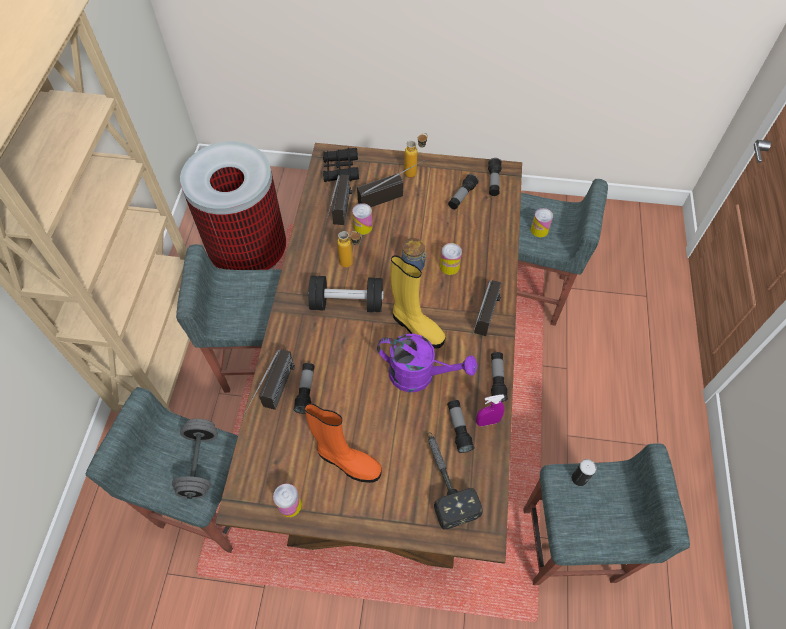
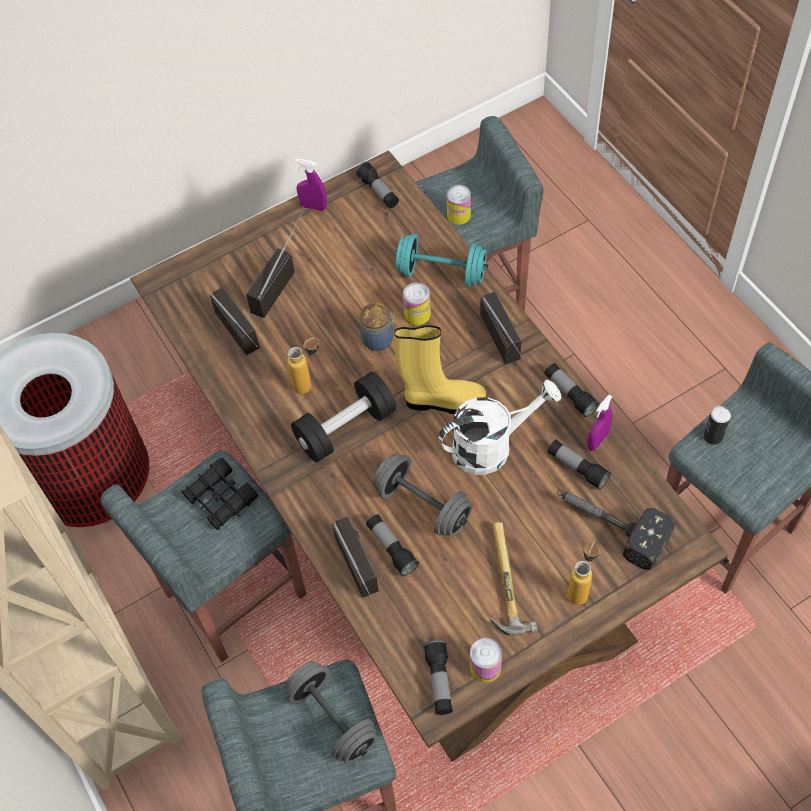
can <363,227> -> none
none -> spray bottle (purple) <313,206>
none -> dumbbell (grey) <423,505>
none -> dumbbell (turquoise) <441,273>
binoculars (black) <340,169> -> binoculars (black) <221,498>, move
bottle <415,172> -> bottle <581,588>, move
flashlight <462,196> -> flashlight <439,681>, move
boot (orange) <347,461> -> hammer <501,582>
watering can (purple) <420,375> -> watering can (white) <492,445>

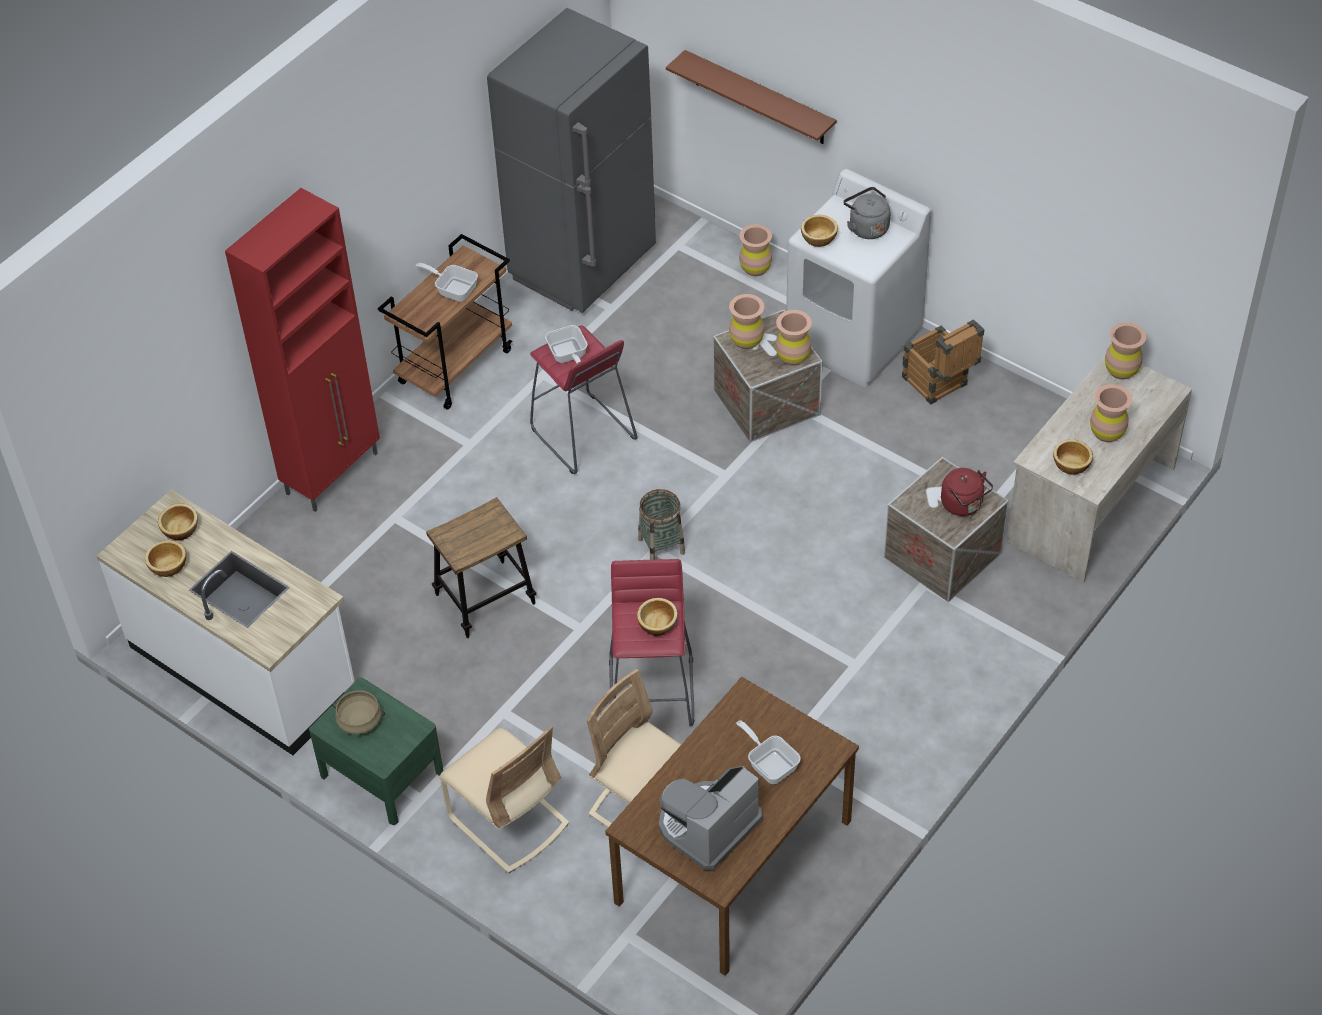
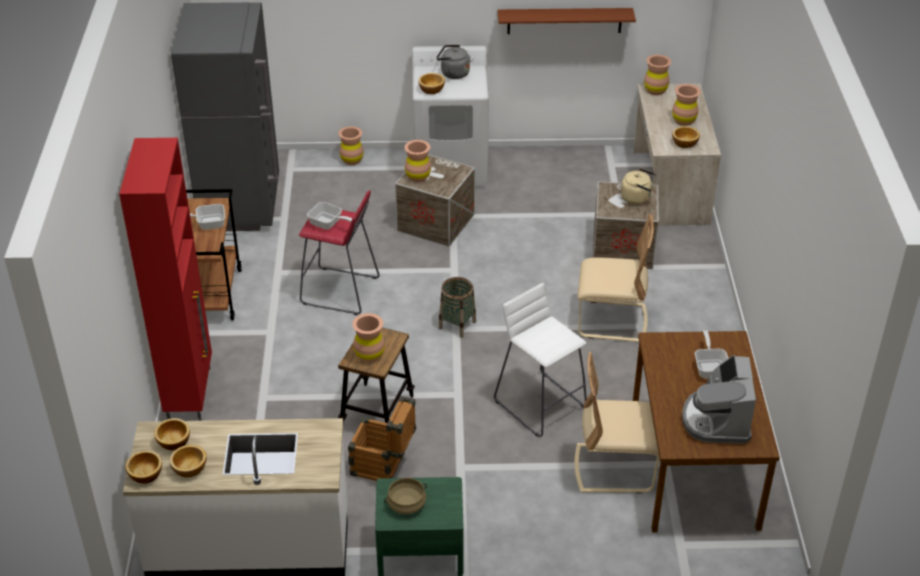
chair (beige) <508,821> -> chair (beige) <611,321>, move
bowl <657,624> -> bowl <145,474>, move
shelf (brown) <759,98> -> shelf (brown) <564,20>, move
vase (brown) <793,356> -> vase (brown) <369,355>, move
crate <939,386> -> crate <384,467>, move
stool (red) <652,691> -> stool (white) <540,403>
kettle (red) <964,505> -> kettle (beige) <637,198>
frying pan <770,763> -> frying pan <710,367>, 75 degrees clockwise

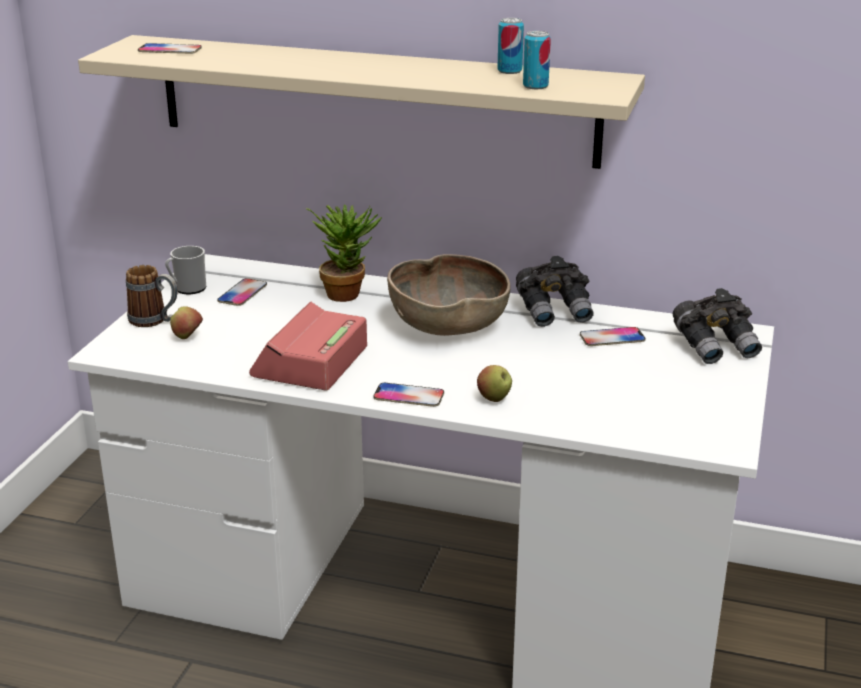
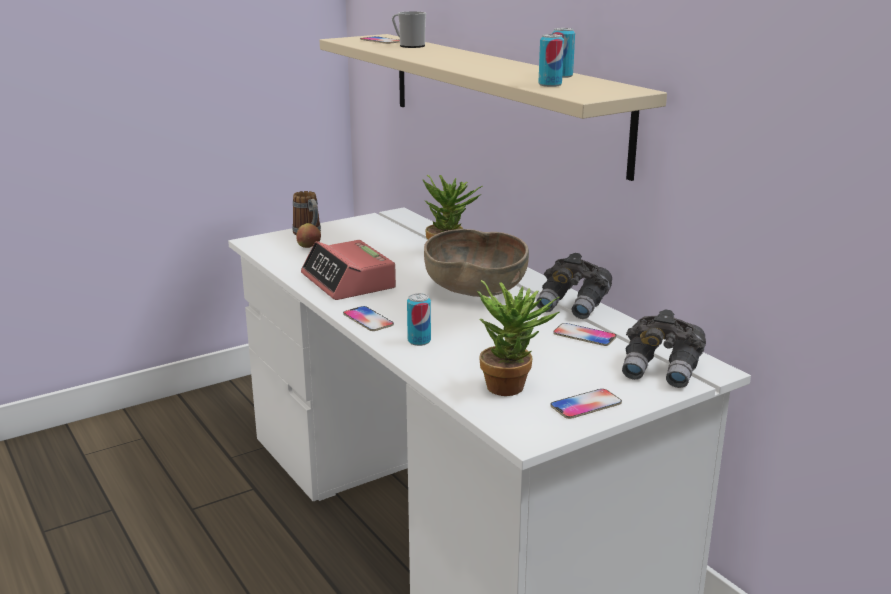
none -> potted plant <513,386>
mug <187,289> -> mug <409,46>, move
phone <242,293> -> phone <586,405>, move
apple <494,399> -> can <419,341>
alarm clock <310,362> -> alarm clock <348,282>, 90 degrees counterclockwise

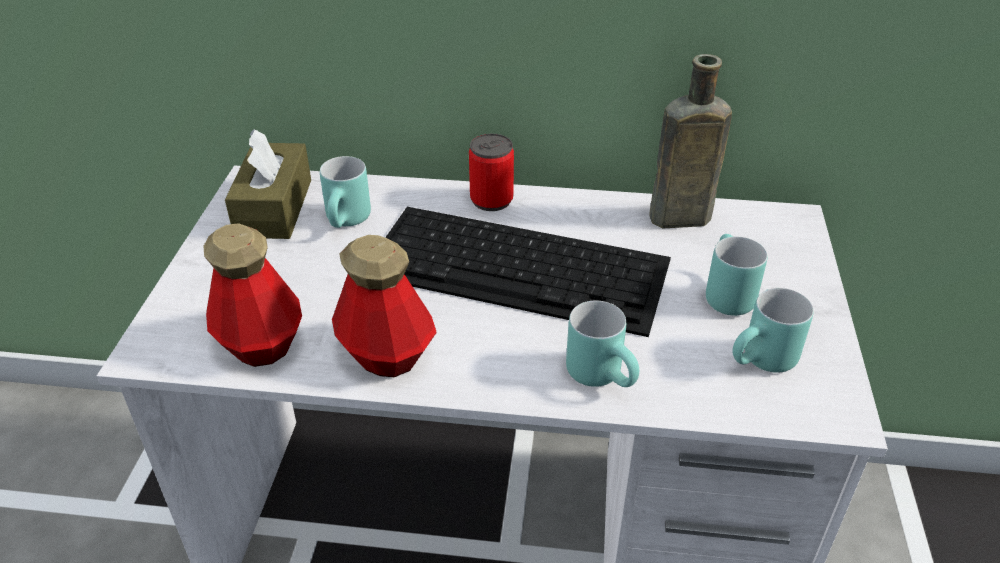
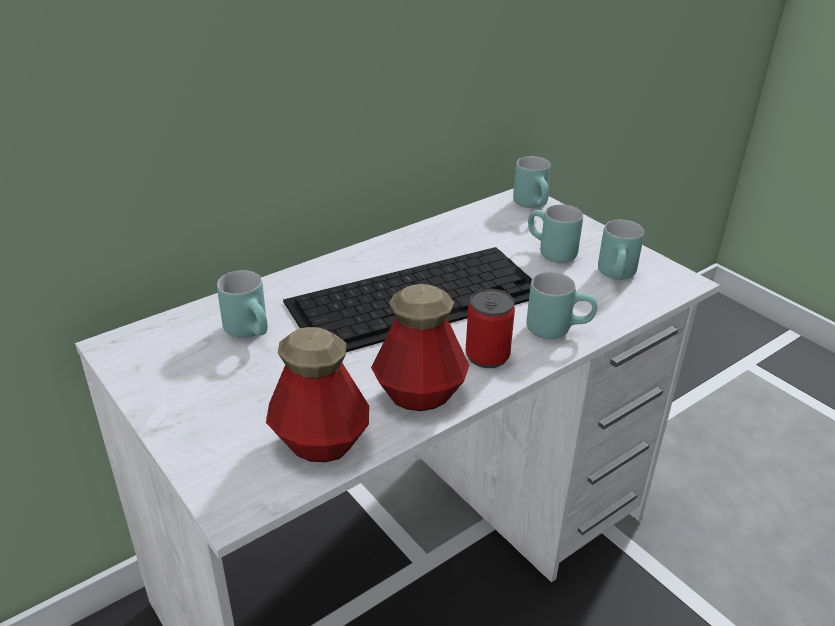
tissue box (brown) <274,208> -> none
bottle (brown) <675,218> -> none
none -> mug (turquoise) <534,205>
can <491,200> -> can <487,356>, move

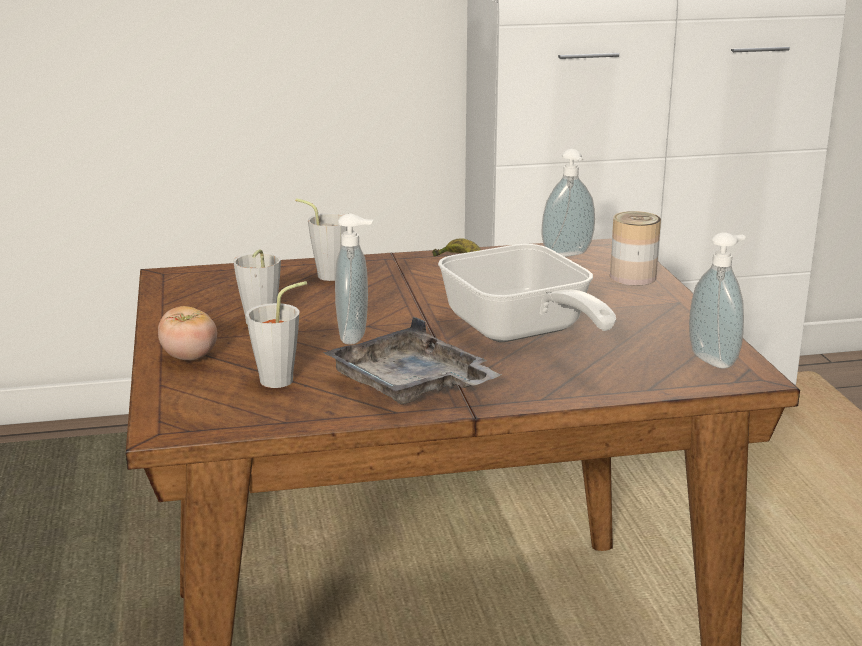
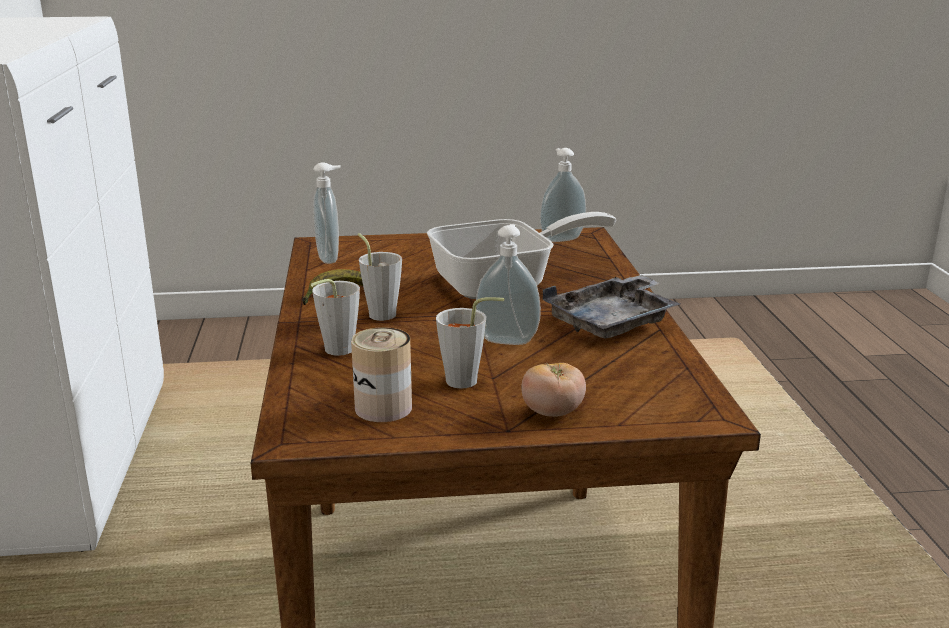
cup (grey) <284,378> -> cup (grey) <380,313>, move
can <632,277> -> can <383,408>, move

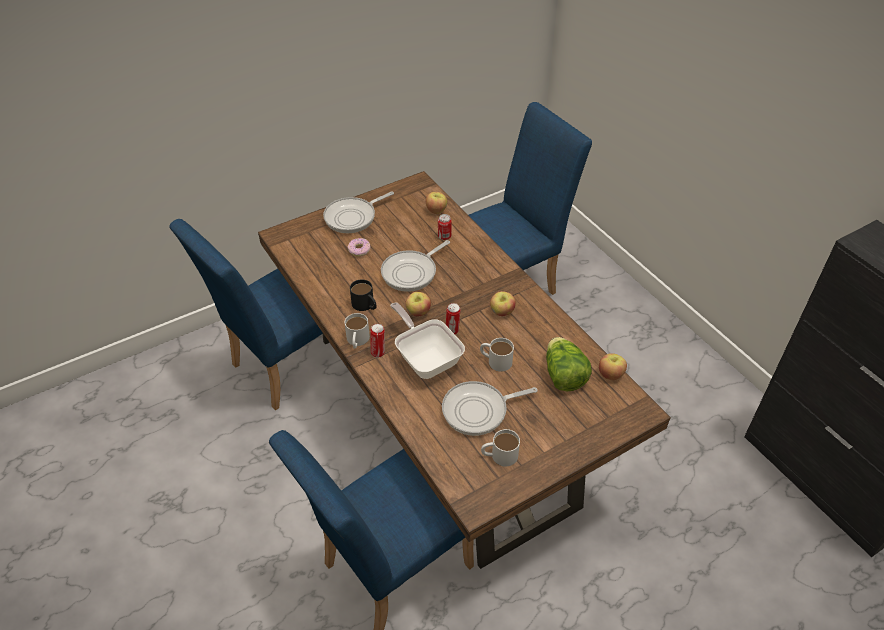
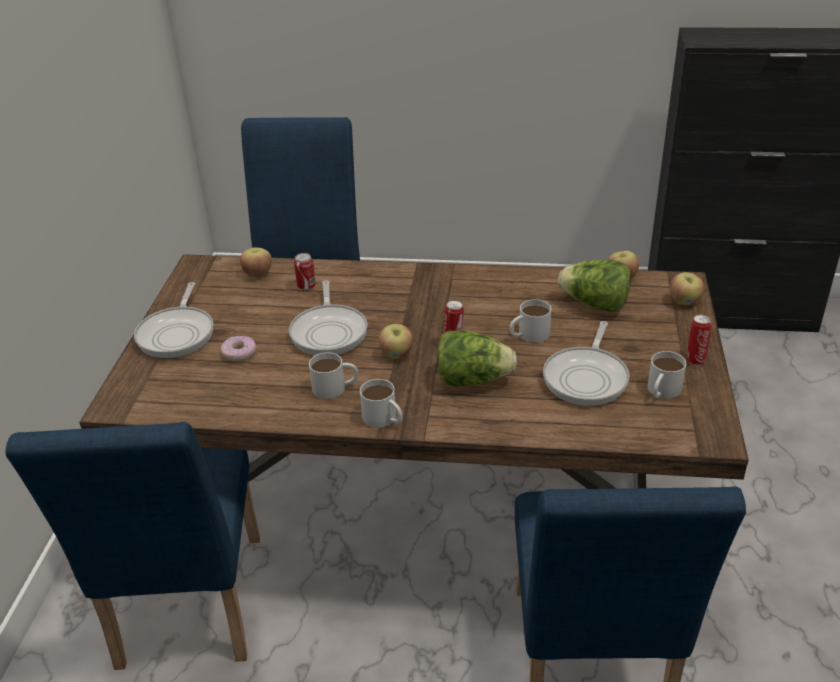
can <378,352> -> can <695,359>, move
apple <502,312> -> apple <684,301>, move
frying pan <426,358> -> lettuce <472,380>
mug (black) <365,305> -> mug (white) <335,387>

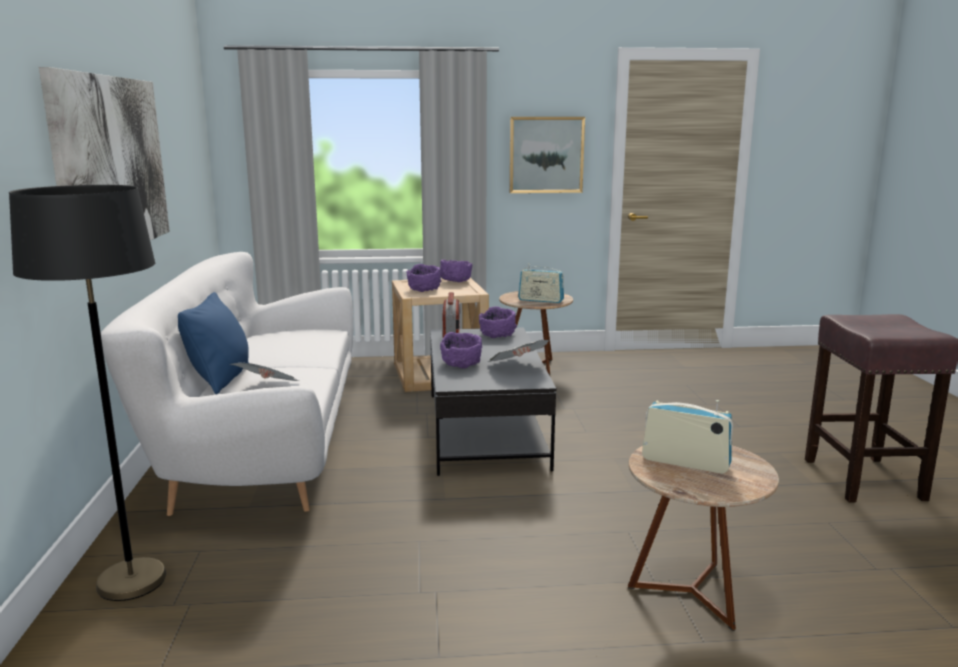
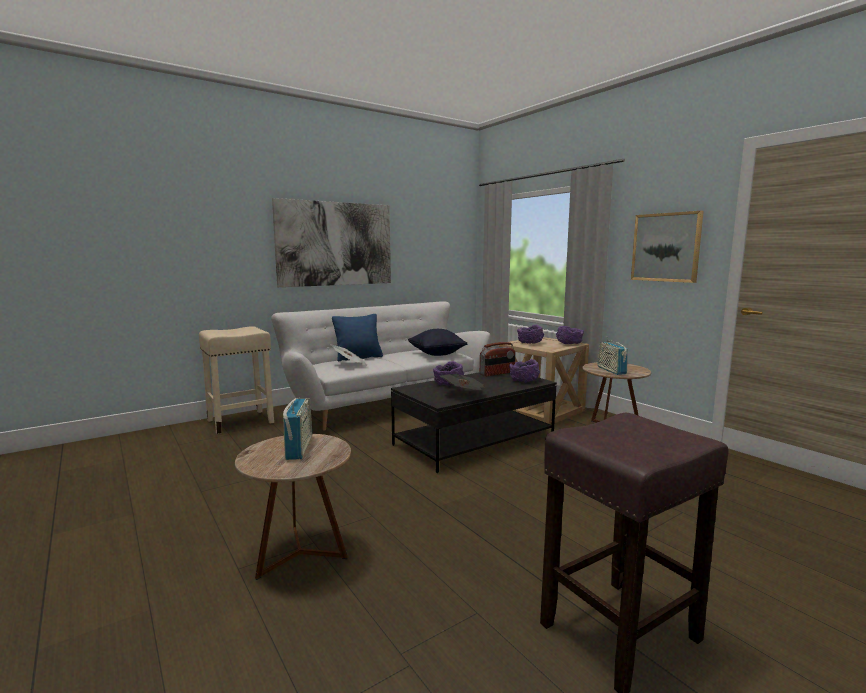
none -> pillow (black) <437,354>
floor lamp (black) <131,581> -> stool (beige) <241,421>

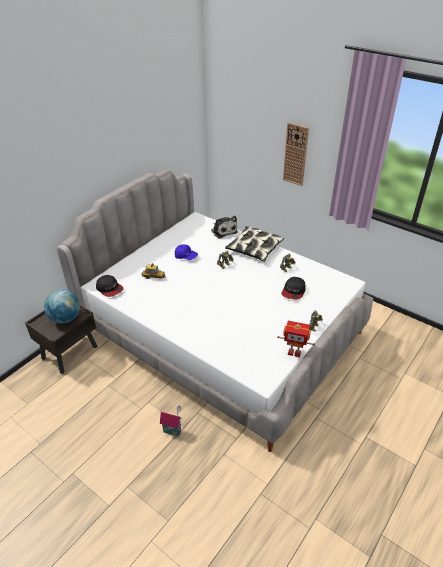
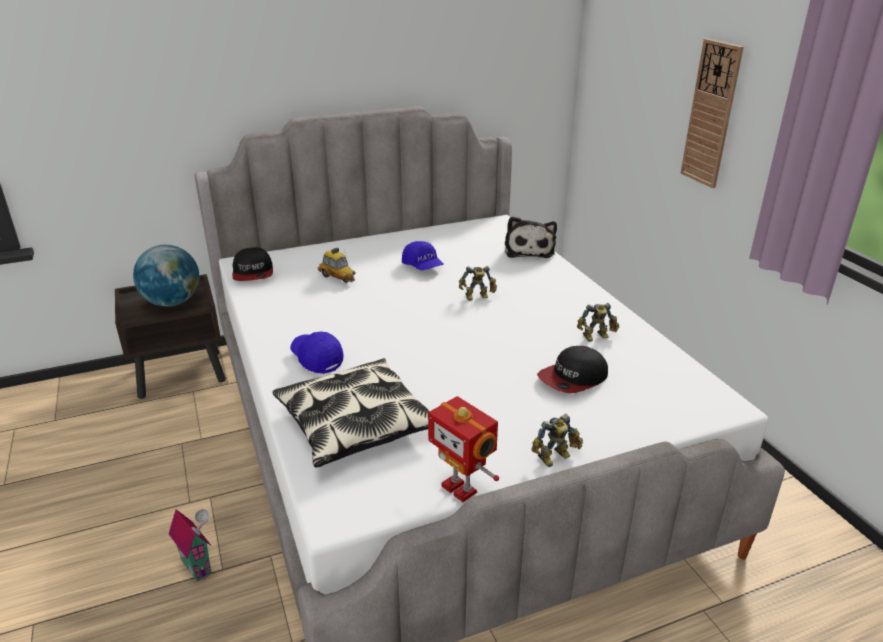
none -> cap (blue) <316,359>
pillow <254,248> -> pillow <354,423>, move

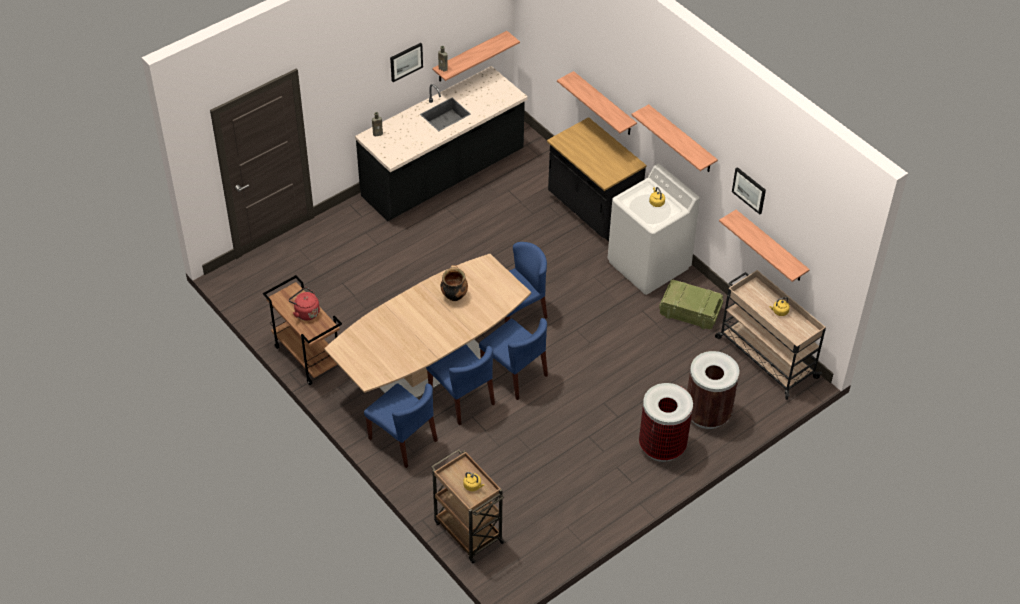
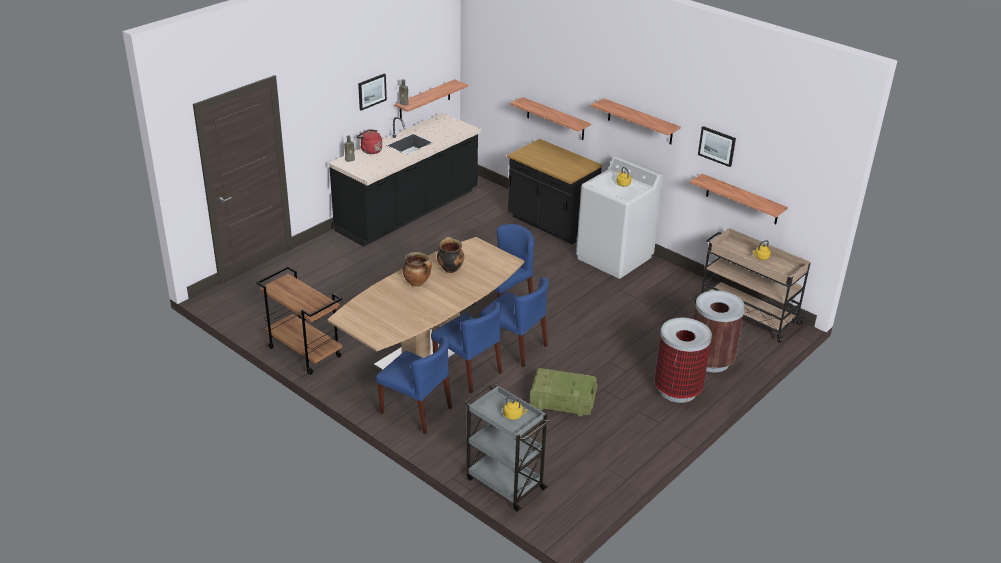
none -> cooking pot <417,283>
kettle (red) <305,312> -> kettle (red) <370,150>, move
crate <689,312> -> crate <561,401>, move
cart (brown) <467,531> -> cart (grey) <504,483>

